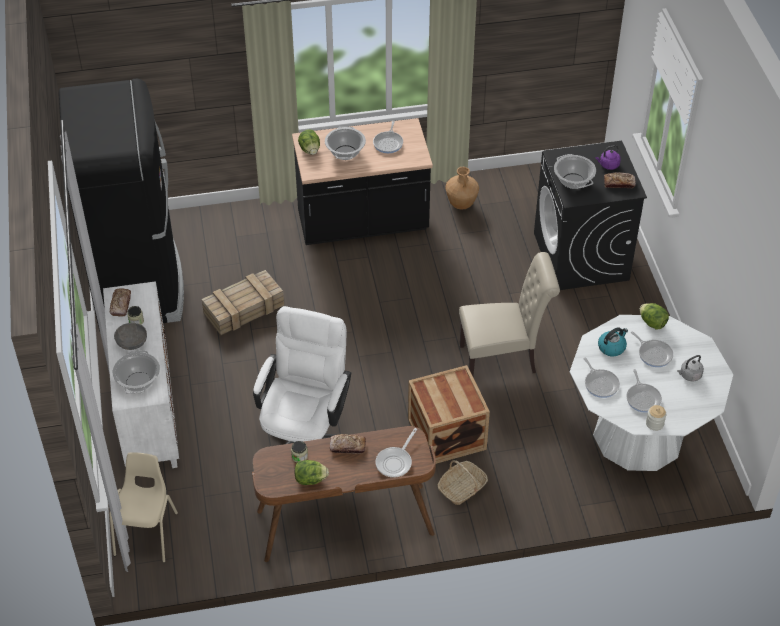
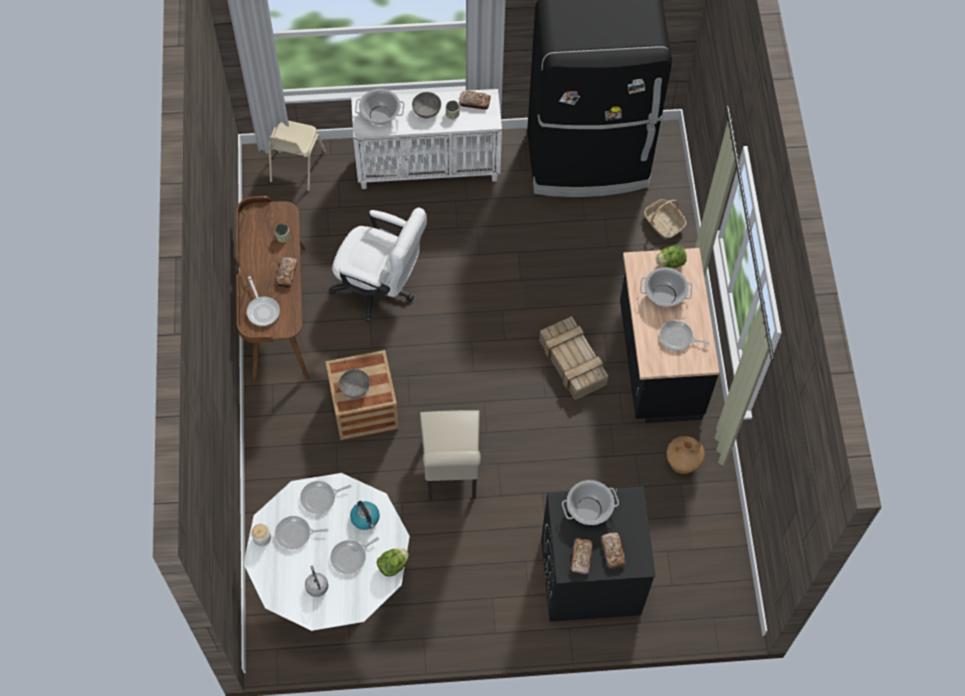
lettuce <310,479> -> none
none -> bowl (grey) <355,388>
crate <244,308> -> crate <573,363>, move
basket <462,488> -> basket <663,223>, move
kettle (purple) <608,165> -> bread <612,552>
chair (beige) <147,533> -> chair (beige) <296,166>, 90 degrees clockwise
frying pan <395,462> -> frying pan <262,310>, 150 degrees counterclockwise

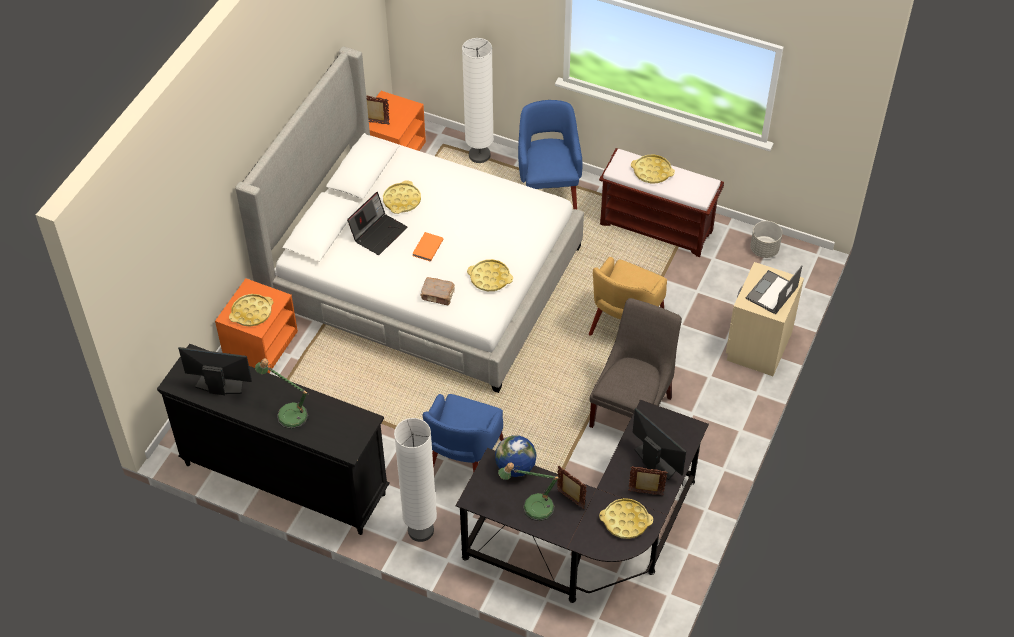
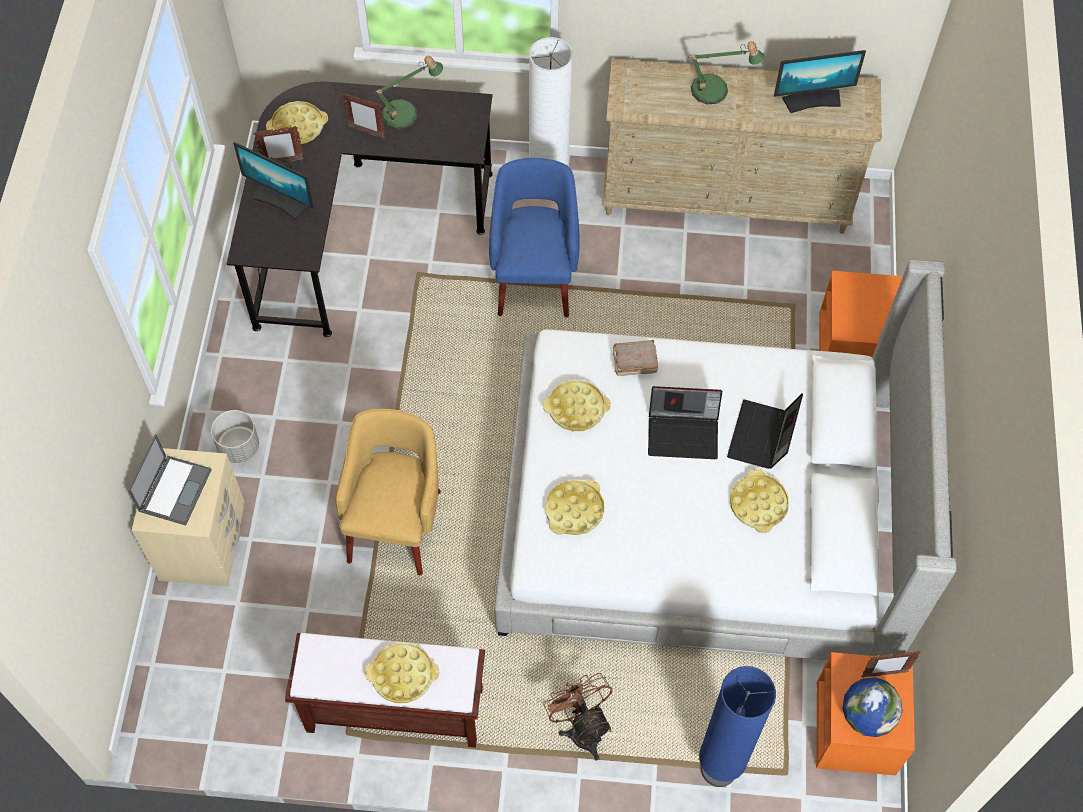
chair (grey) <633,408> -> none
tray (yellow) <252,313> -> tray (yellow) <574,510>, move
globe <515,467> -> globe <866,715>, move
planter (grey) <764,250> -> planter (grey) <238,447>, move
book (orange) <427,248> -> laptop <684,433>
armchair (blue) <548,192> -> fan (brown) <582,728>
dresser (black) <284,478> -> dresser (beige) <727,199>
floor lamp (white) <479,155> -> floor lamp (blue) <718,769>

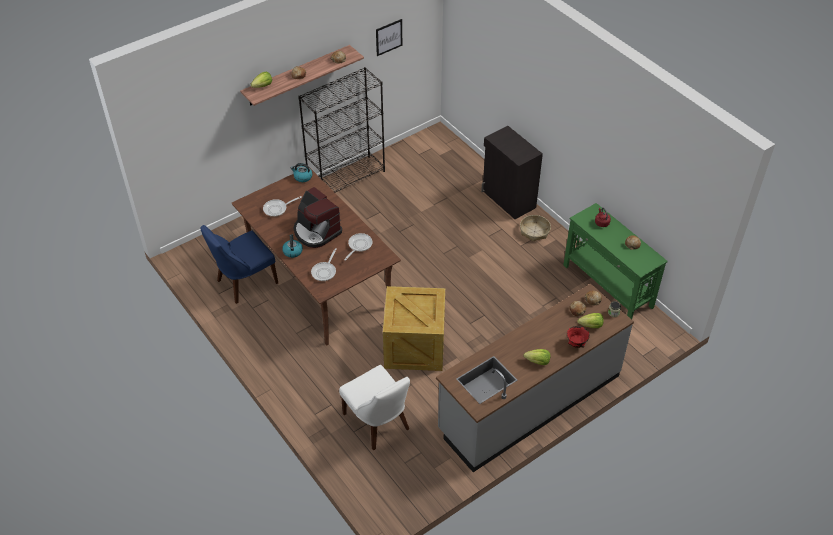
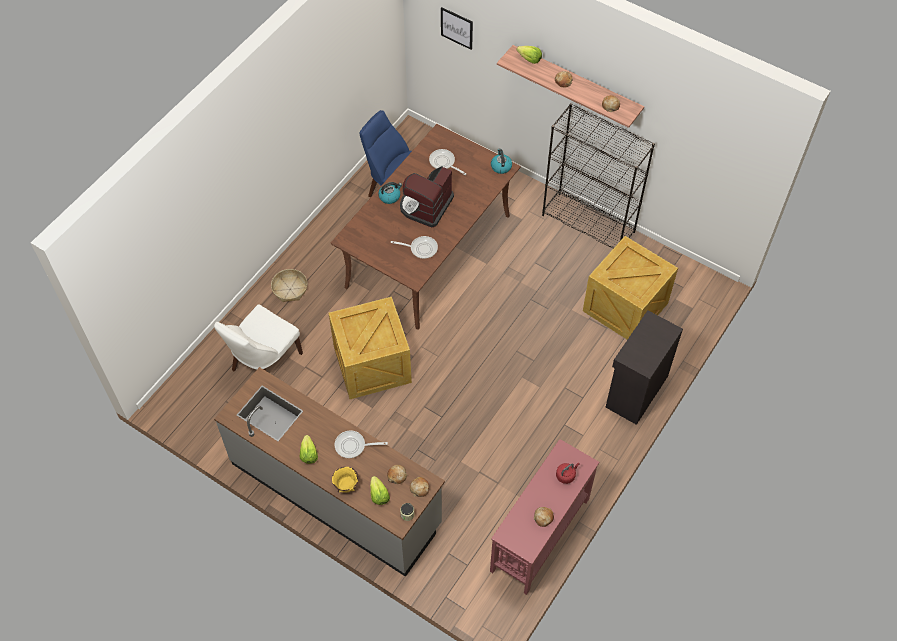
none -> crate <626,307>
frying pan <325,271> -> frying pan <353,446>, move
picture <389,37> -> picture <456,28>, move
basket <534,231> -> basket <290,289>, move
console table (green) <607,286> -> console table (red) <539,535>
bowl (red) <576,344> -> bowl (yellow) <346,485>

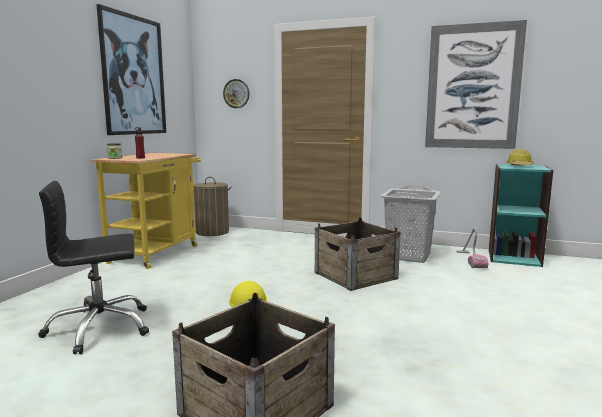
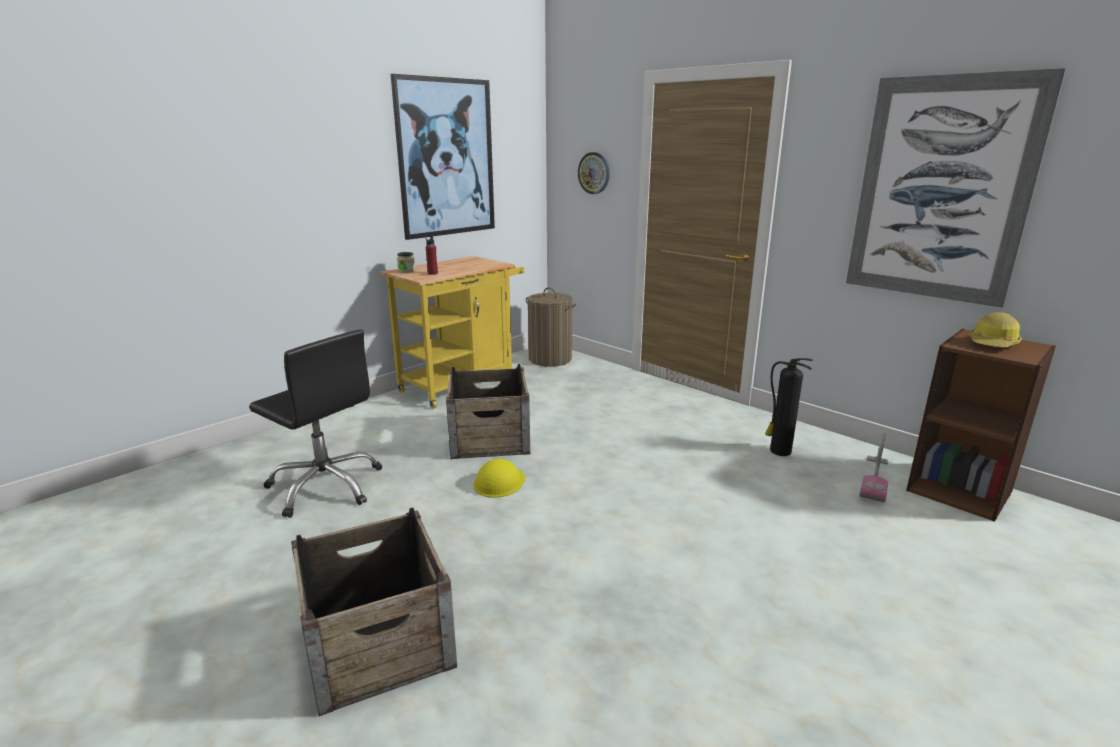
crate <355,275> -> crate <490,438>, move
laundry basket (grey) <408,256> -> fire extinguisher <779,451>
bookcase (turquoise) <514,257> -> bookcase (brown) <959,490>
office chair (black) <99,328> -> office chair (black) <326,486>, 150 degrees counterclockwise

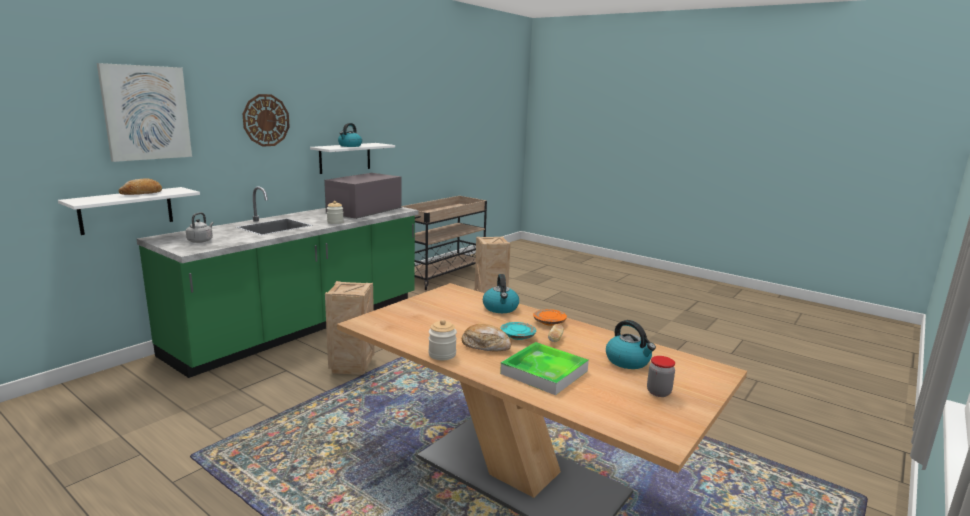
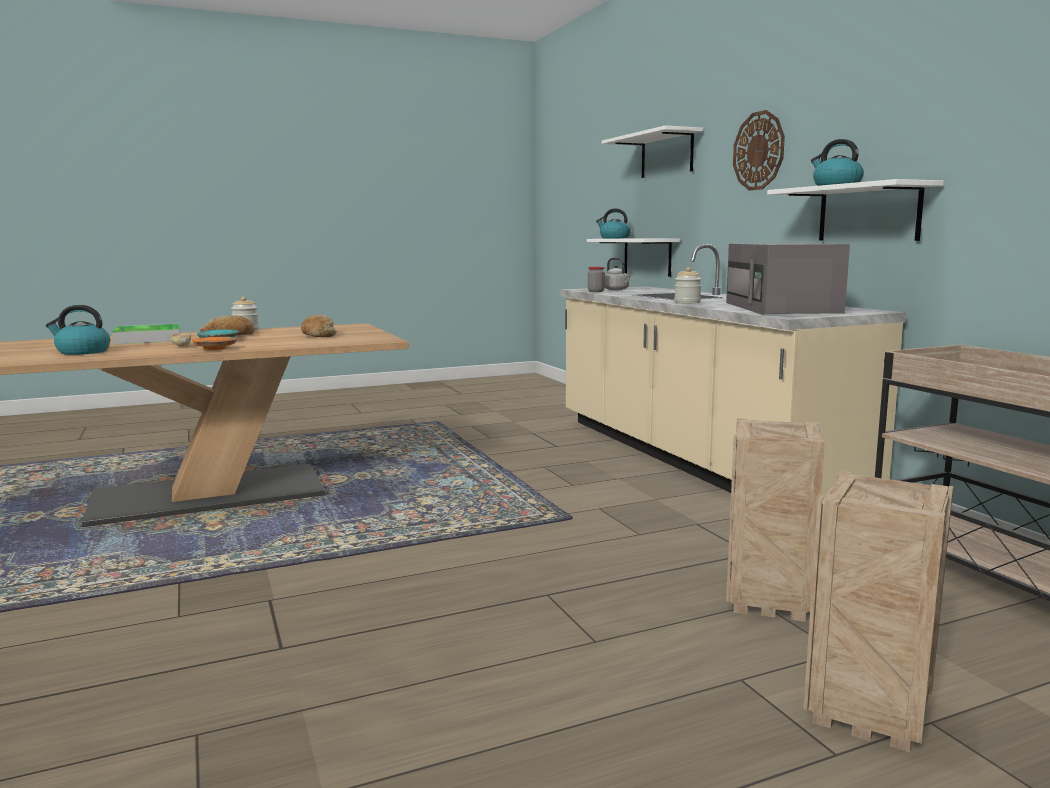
bread <142,194> -> bread <319,335>, move
crate <351,366> -> crate <870,714>, move
kettle <500,308> -> kettle <614,238>, move
jar <658,392> -> jar <596,291>, move
picture <146,113> -> shelf (white) <666,155>
counter (green) <302,325> -> counter (beige) <693,458>
microwave (grey) <364,210> -> microwave (grey) <781,308>, 150 degrees counterclockwise

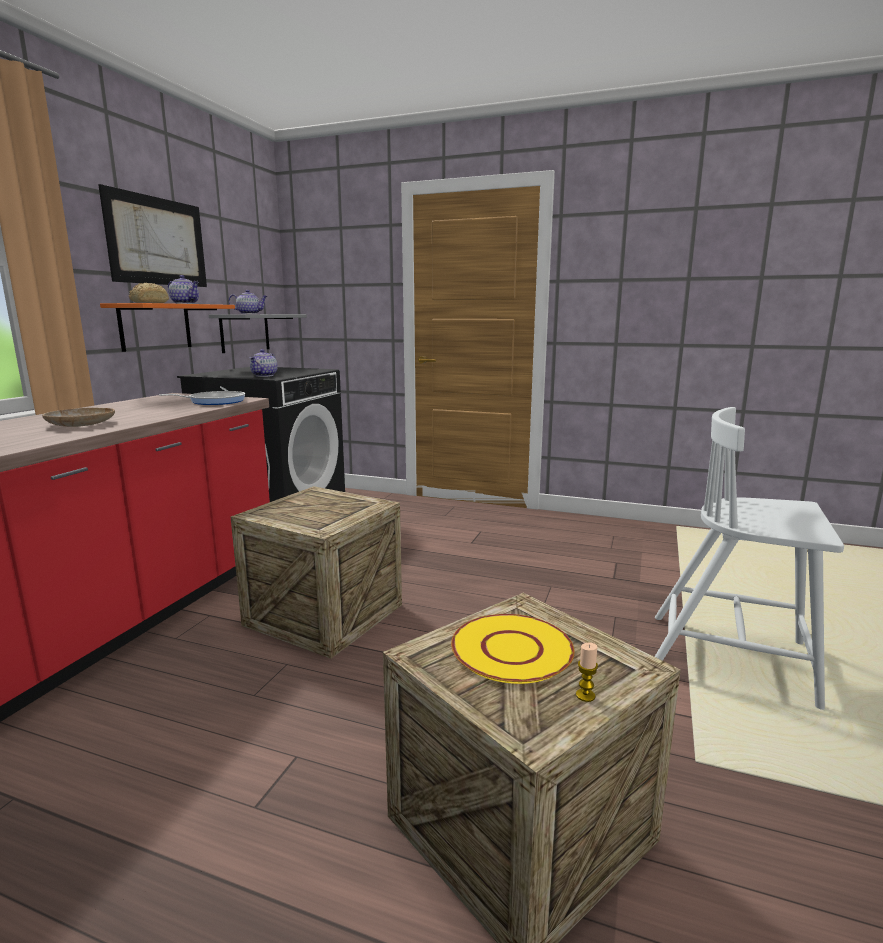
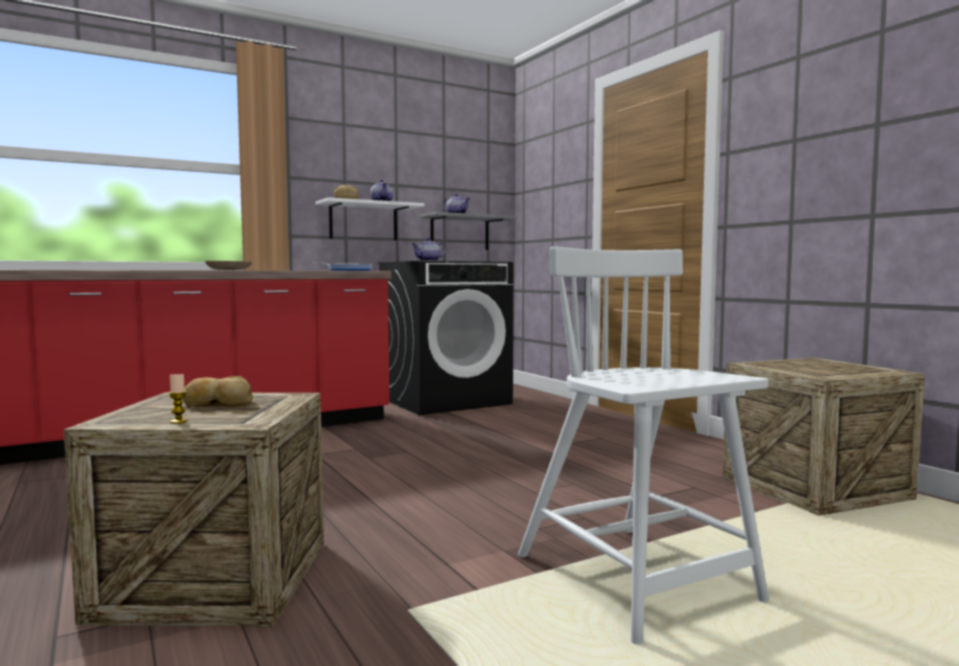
picture <157,241> -> none
crate <324,615> -> crate <814,488>, move
plate (yellow) <512,649> -> bread <217,404>
shelf (orange) <155,326> -> shelf (white) <363,221>

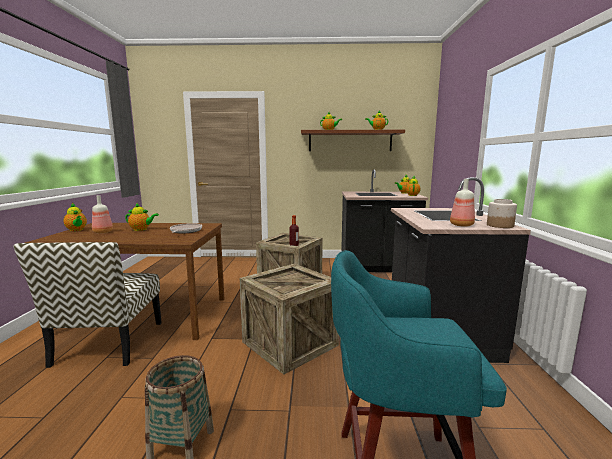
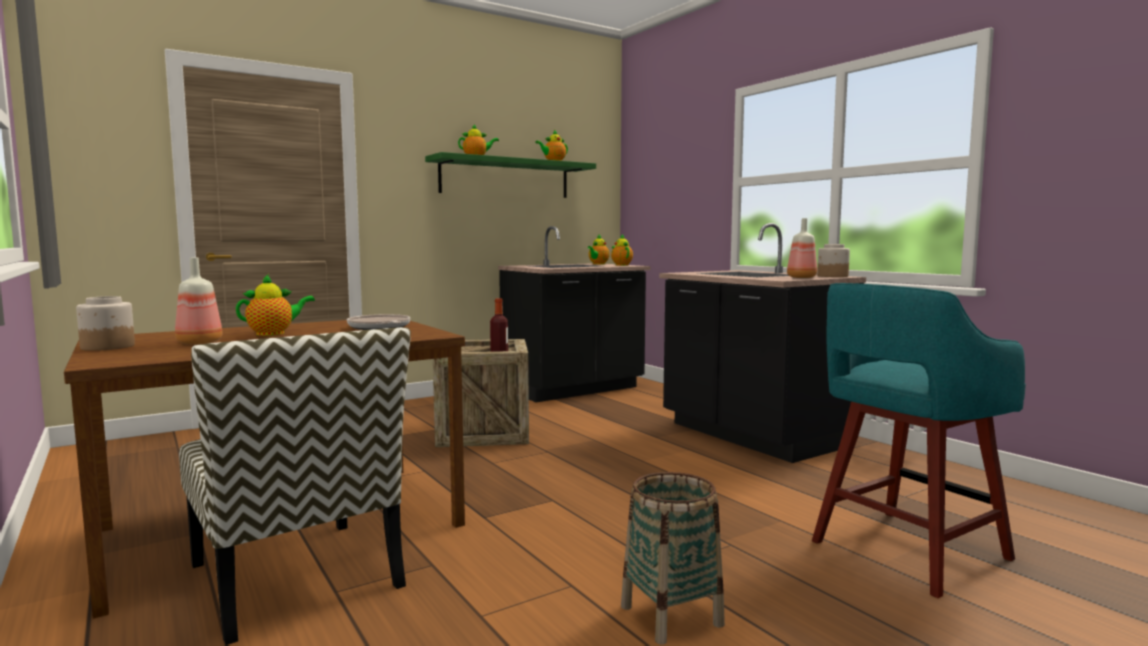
crate <290,343> -> none
teapot <77,230> -> jar <107,347>
shelf (brown) <350,141> -> shelf (green) <505,178>

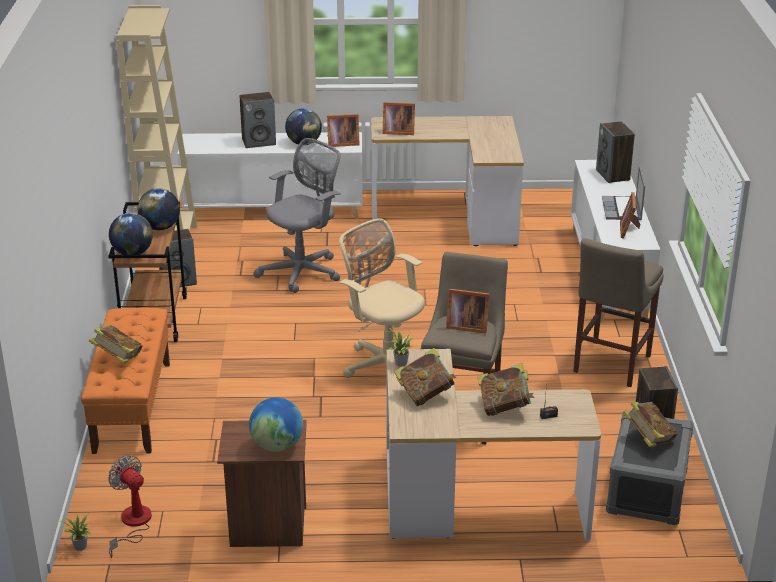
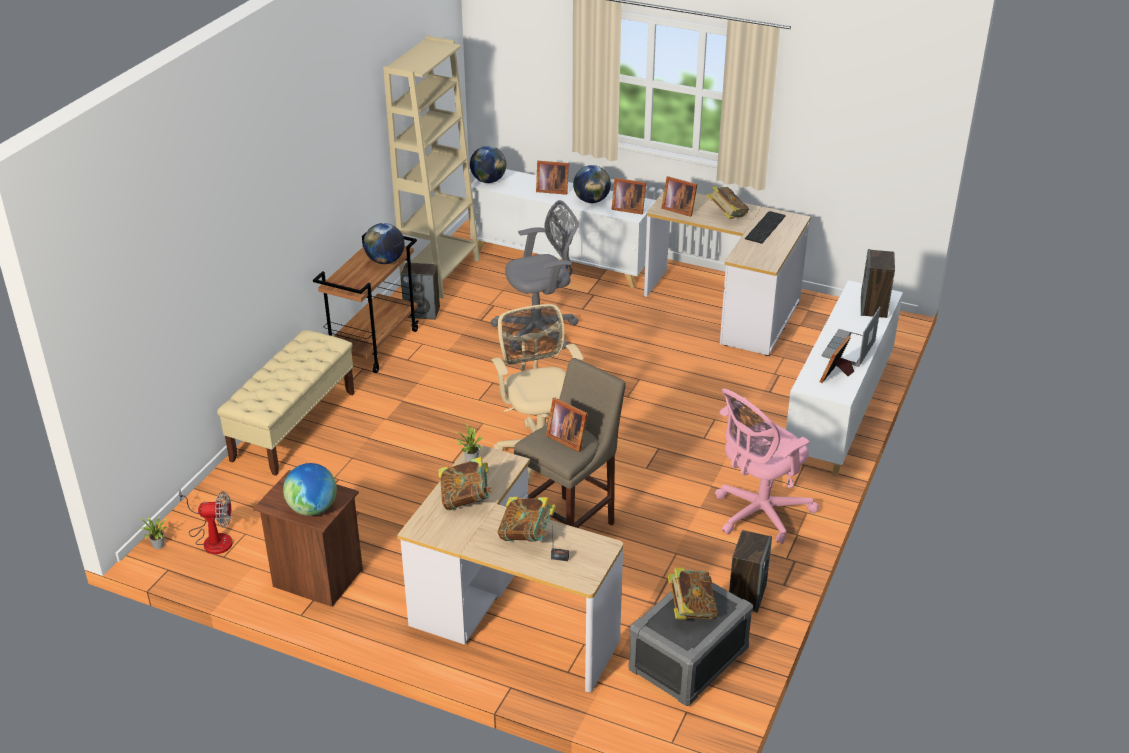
none -> keyboard <766,227>
book <118,359> -> book <726,215>, move
globe <132,253> -> globe <488,181>, move
speaker <259,142> -> picture frame <551,190>
stool (beige) <610,365> -> office chair (pink) <758,514>
bench (orange) <132,406> -> bench (beige) <294,426>
fan <132,524> -> fan <212,538>, 105 degrees clockwise

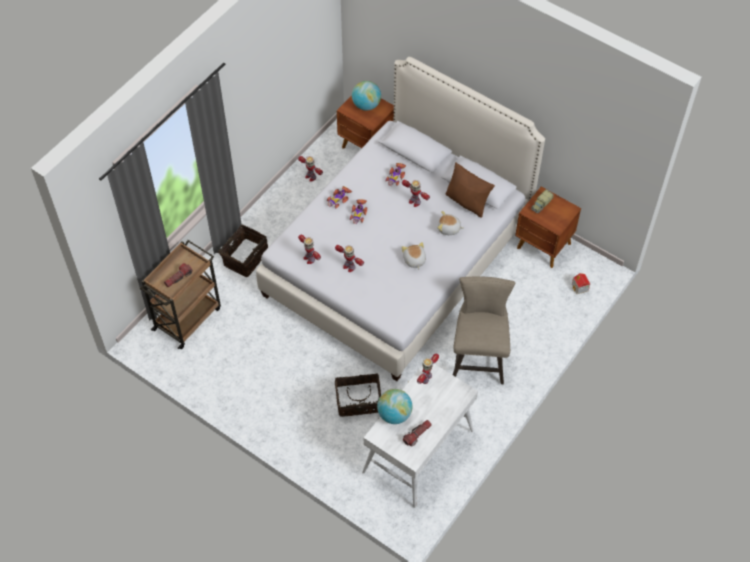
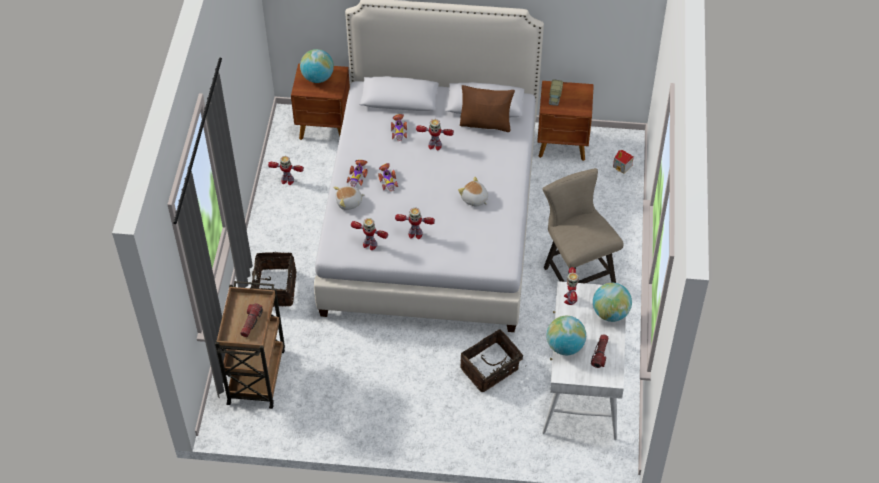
none -> globe <610,313>
plush toy <449,229> -> plush toy <349,202>, move

